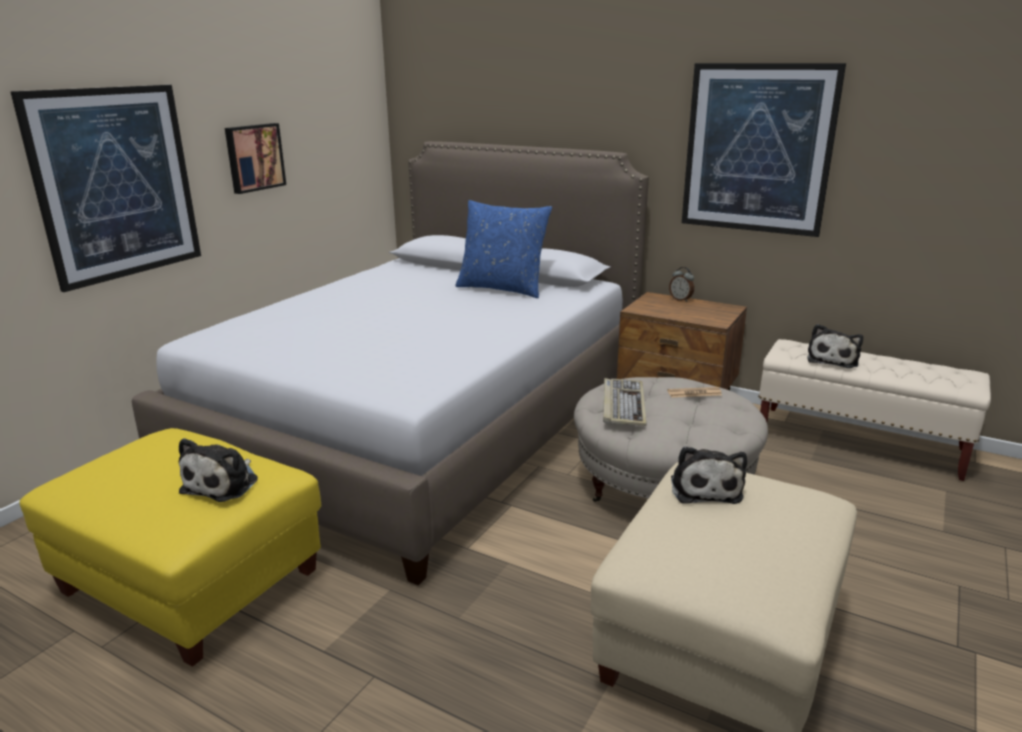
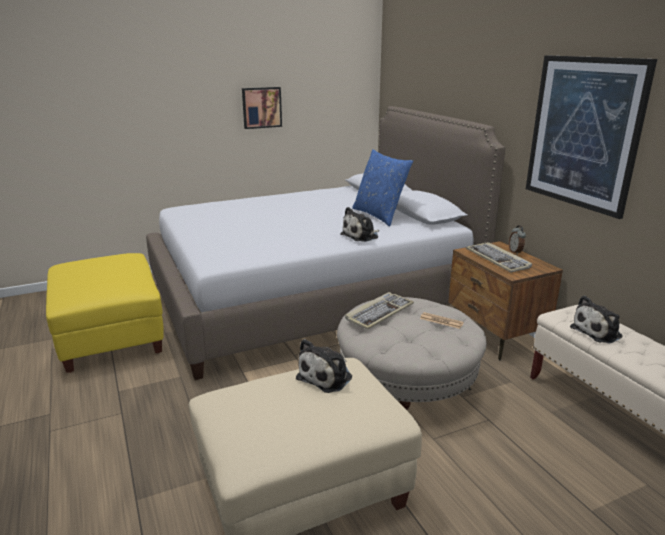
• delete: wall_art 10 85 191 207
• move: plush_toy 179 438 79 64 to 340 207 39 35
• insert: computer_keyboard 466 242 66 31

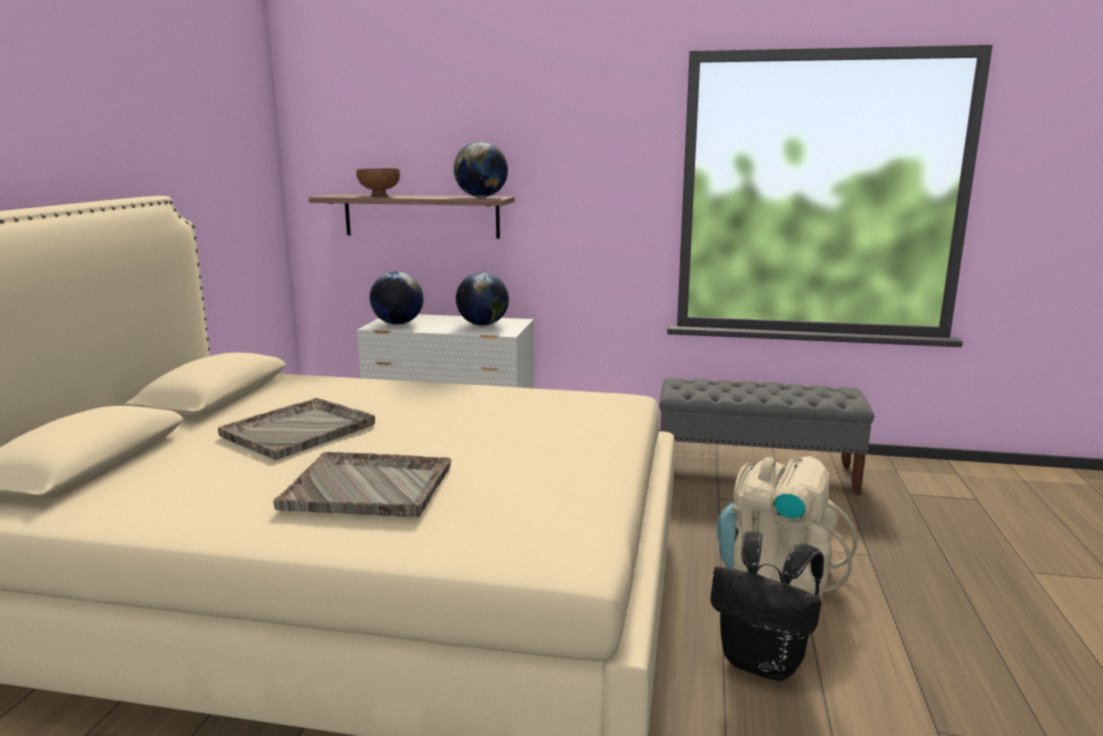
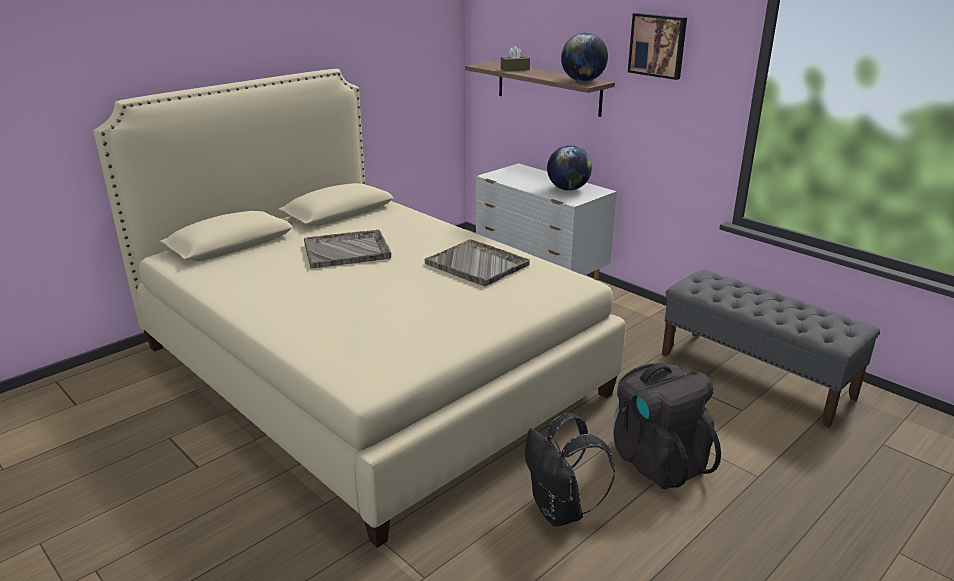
• replace: brown-coloured_bowl 357 169 43 28 to brown-coloured_box_of_tissues 501 46 29 25
• delete: globe 370 271 54 54
• move: grey_serving_tray 273 452 178 65 to 424 239 106 47
• recolor: beige_rucksack 717 456 140 141 to blackish_rucksack 613 363 108 126
• insert: wall_art 628 13 59 67

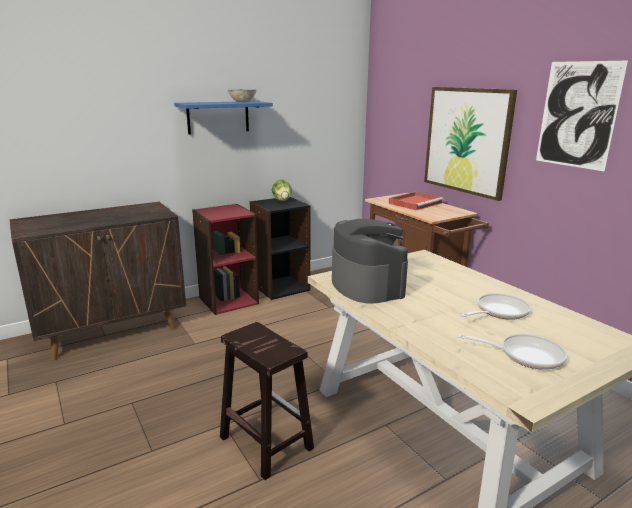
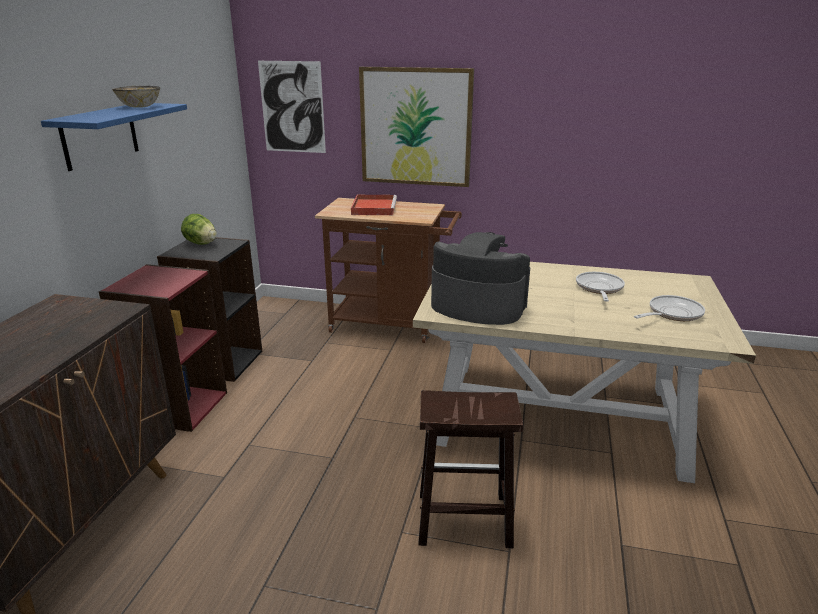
• move: wall_art 536 61 92 111 to 258 61 68 92

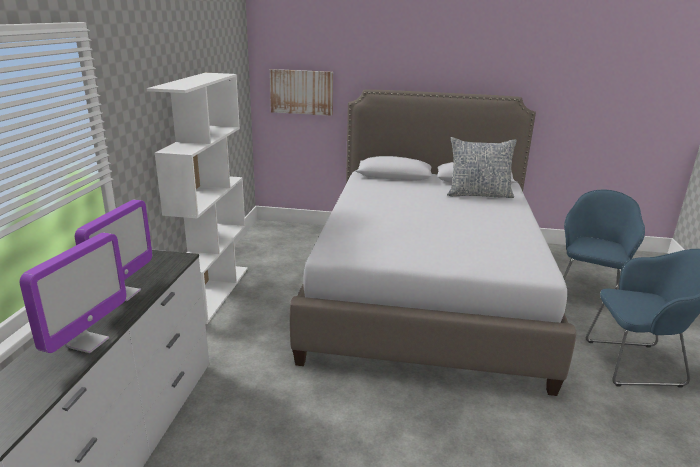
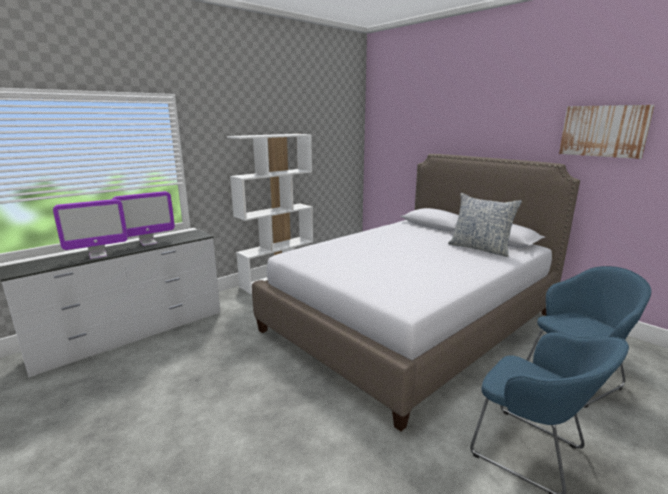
• move: wall_art 270 69 63 47 to 559 105 96 54

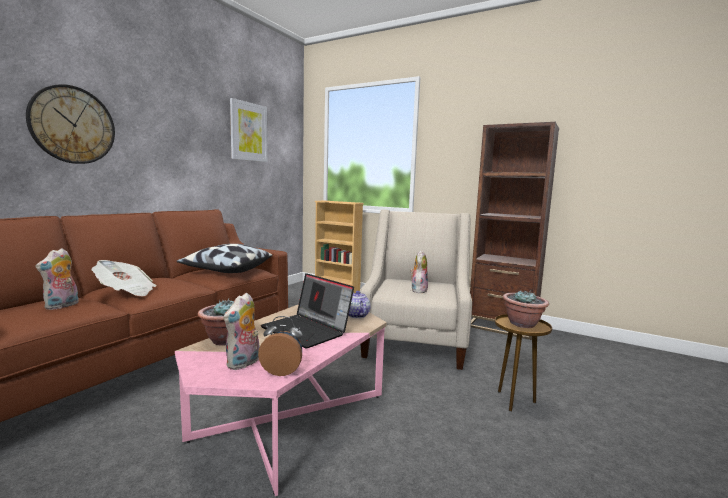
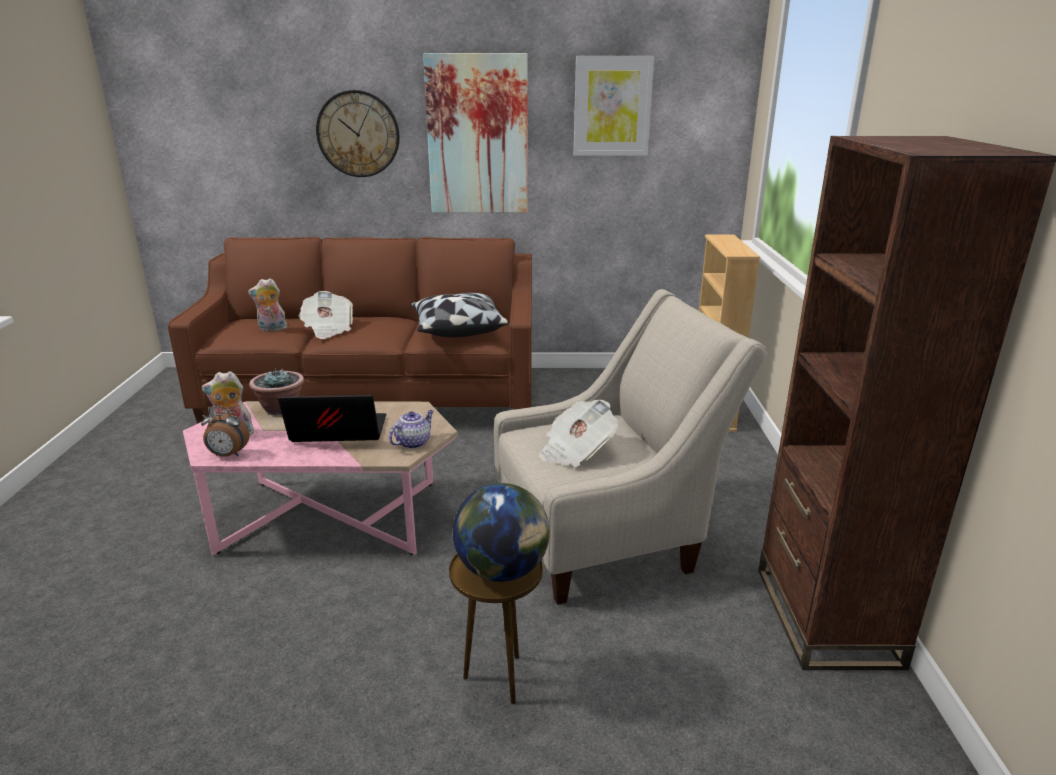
• replace: plush_toy 410 250 18 43 to newspaper 538 400 80 67
• rotate: notebook_computer 260 273 94 75 = 278 395 108 47 75 degrees clockwise
• replace: potted_plant 503 290 46 38 to globe 453 483 97 99
• rotate: bedside_clock 258 316 45 60 = 201 406 48 51 120 degrees clockwise
• insert: wall_art 423 53 104 160

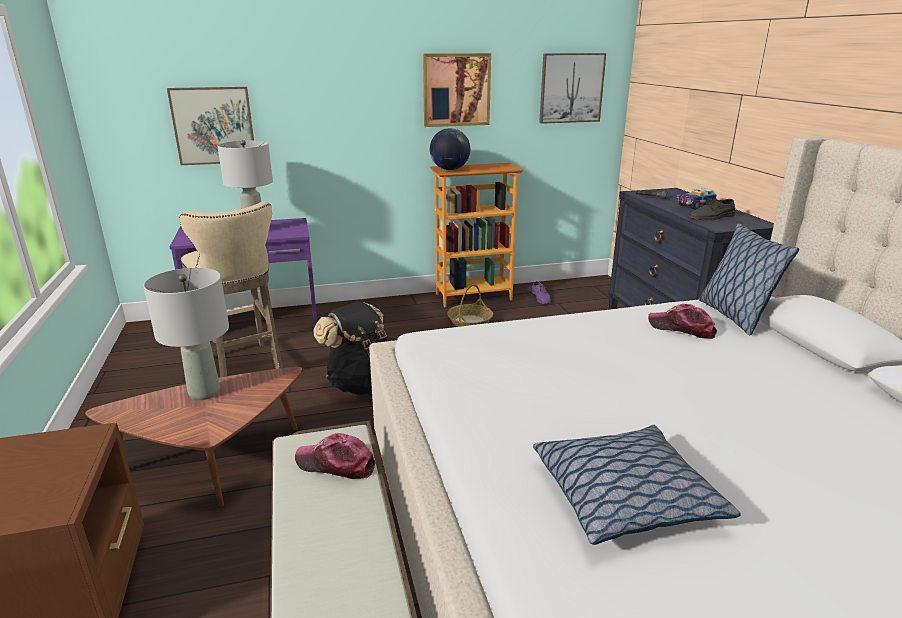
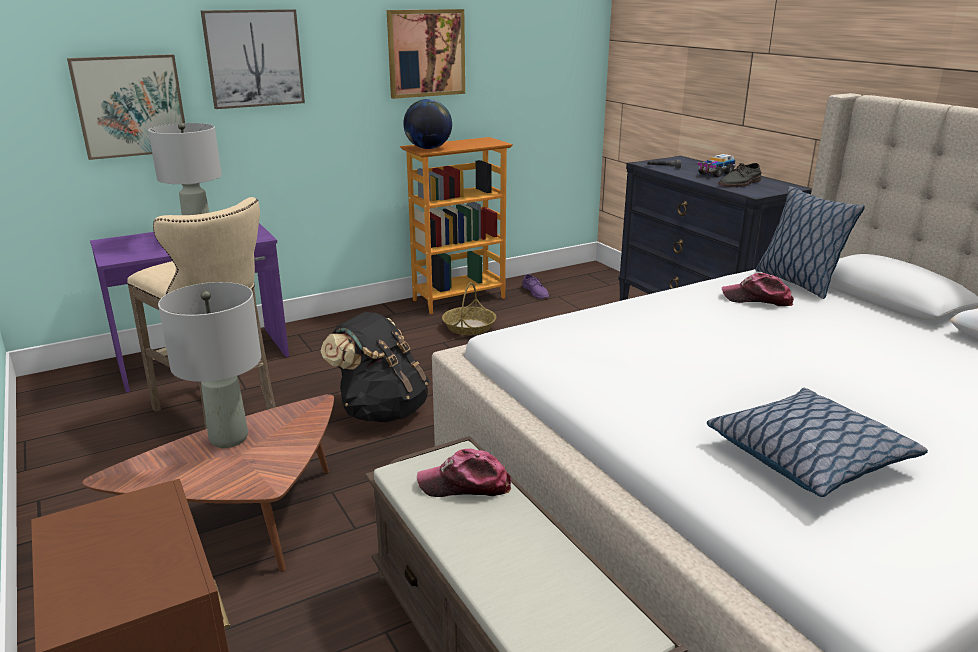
• move: wall_art 539 53 67 71 to 201 9 104 100

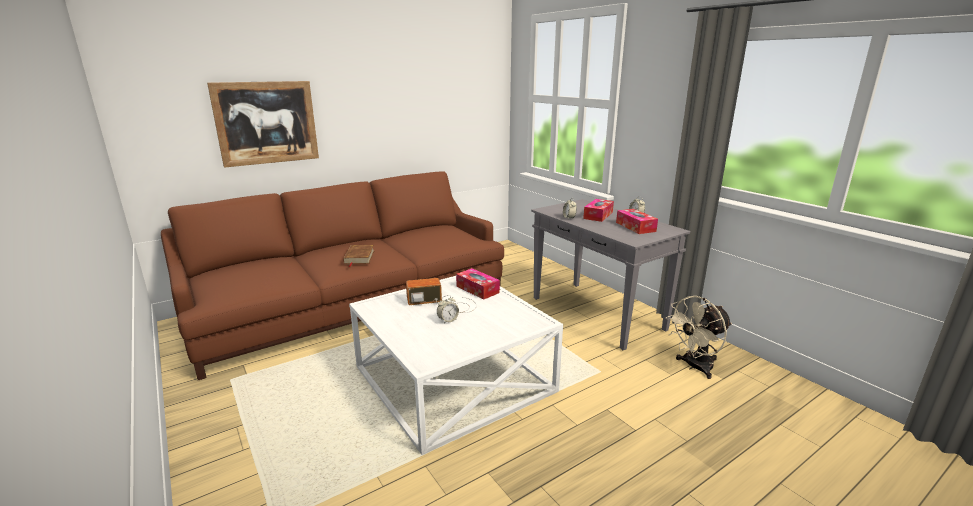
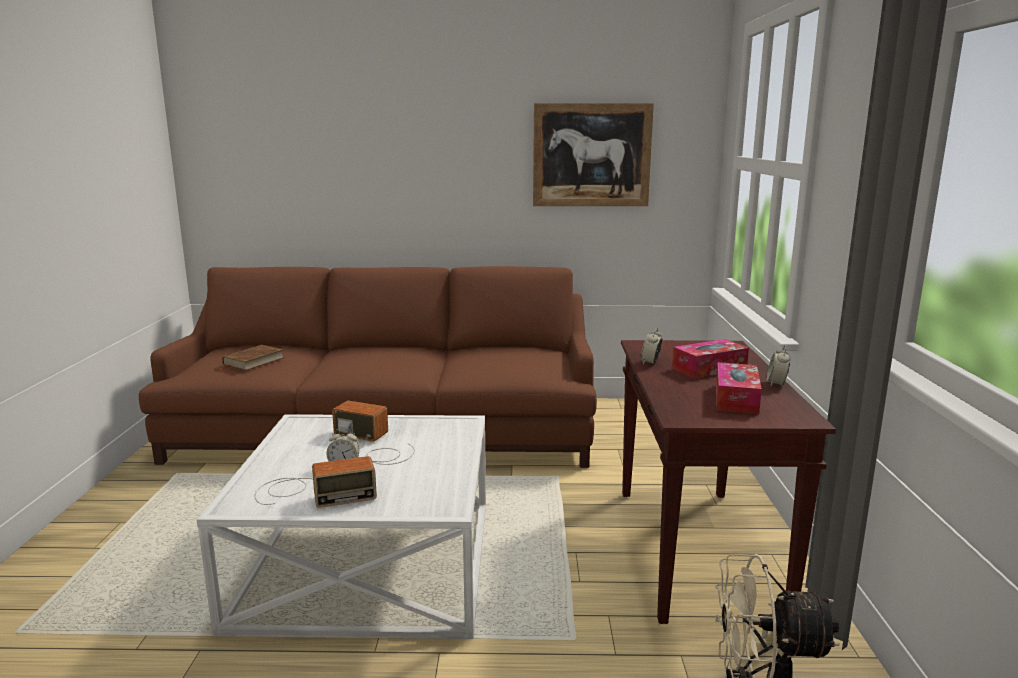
• move: wall_art 207 81 112 87 to 533 103 121 103
• recolor: grey_narrow_table 531 199 159 151 to brown-coloured_narrow_table 621 340 215 284
• move: brown-coloured_bound_book 343 245 32 22 to 221 345 63 26
• delete: box_of_tissues 456 268 44 32
• insert: radio_receiver 255 456 122 52

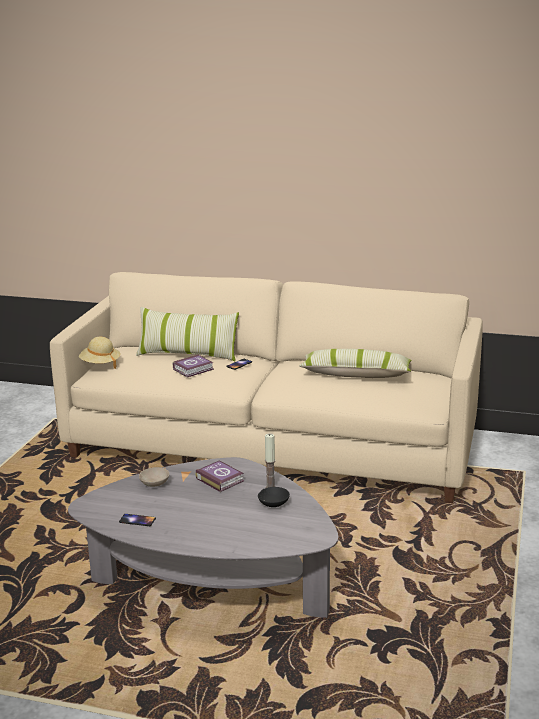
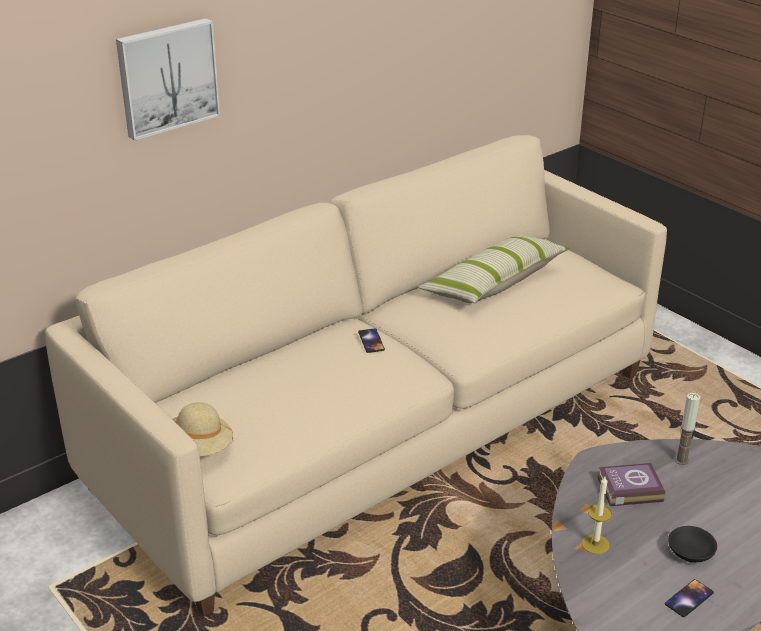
• delete: cushion 136 307 103 54
• delete: bound_book 173 354 41 24
• replace: beige_bowl 139 467 31 20 to wax_candle 582 477 30 77
• move: blackish_bowl 258 487 32 20 to 668 526 49 37
• insert: wall_art 116 18 104 123

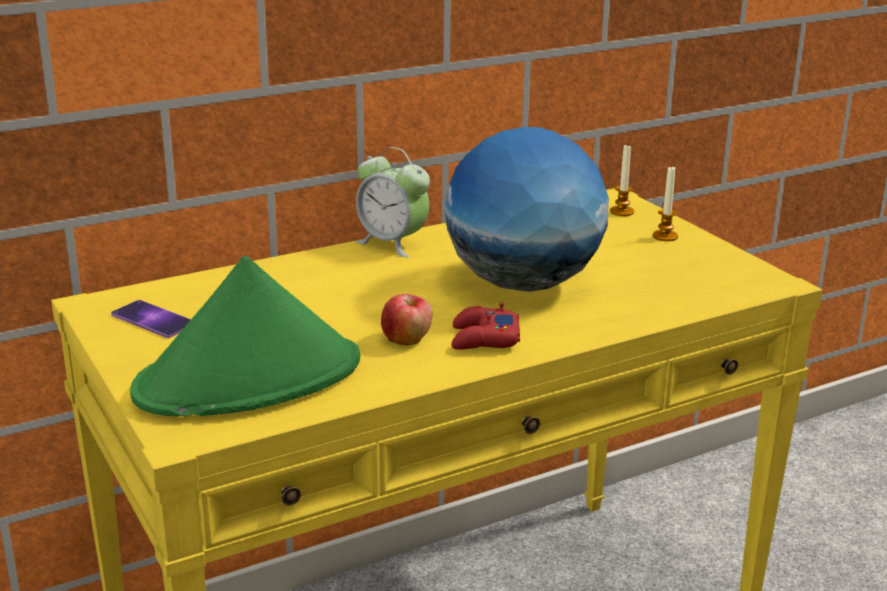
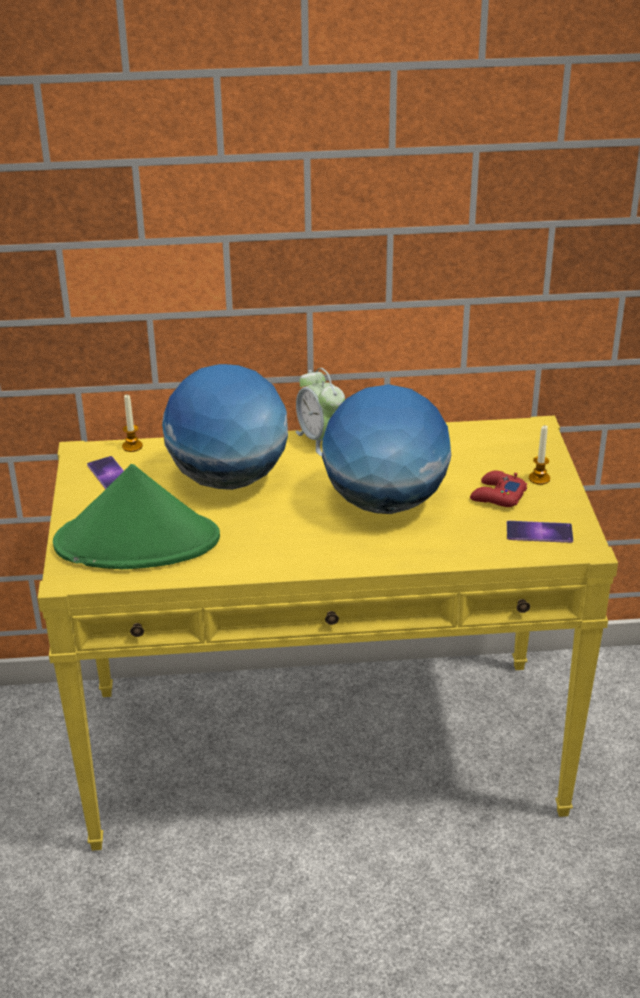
• move: wax_candle 610 143 24 73 to 122 395 21 57
• delete: apple_fruit 381 294 51 51
• move: reddish_gamepad 452 302 68 48 to 470 471 57 36
• insert: globe 162 364 126 126
• insert: telephone 507 521 66 22

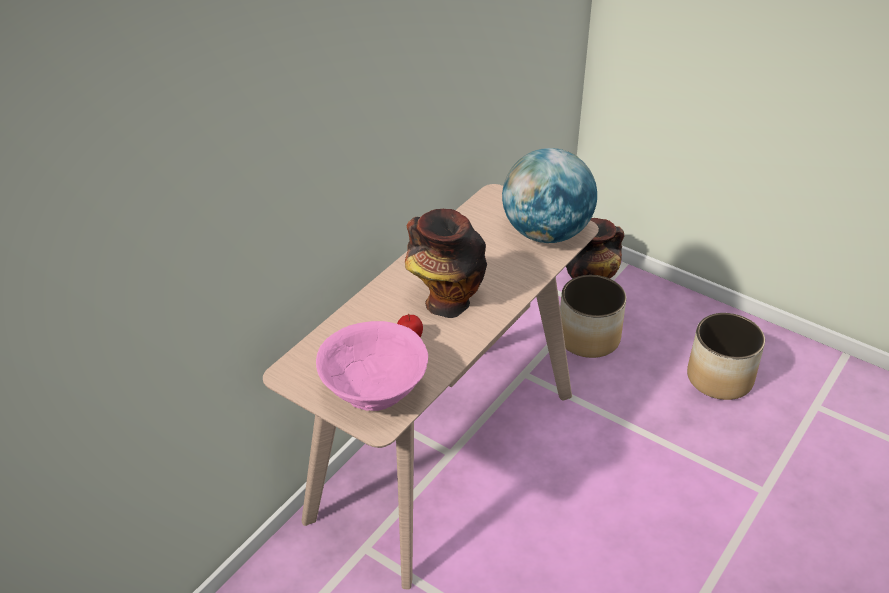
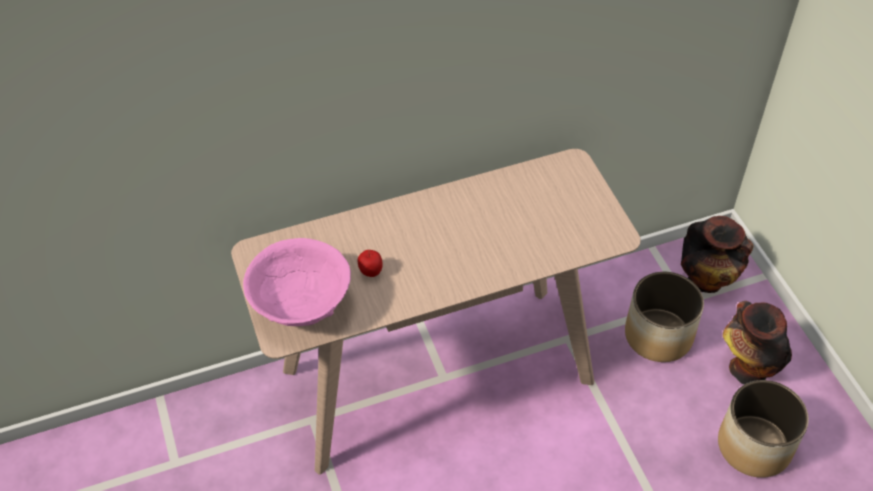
• delete: globe 502 148 95 95
• move: decorative_vase 405 209 82 109 to 723 301 69 84

